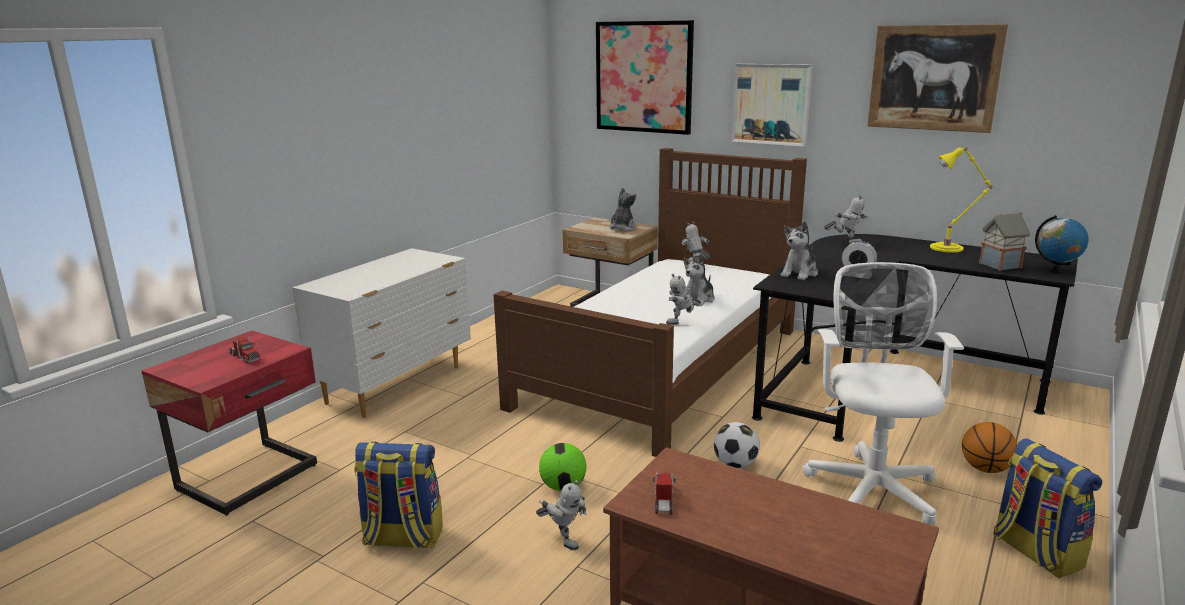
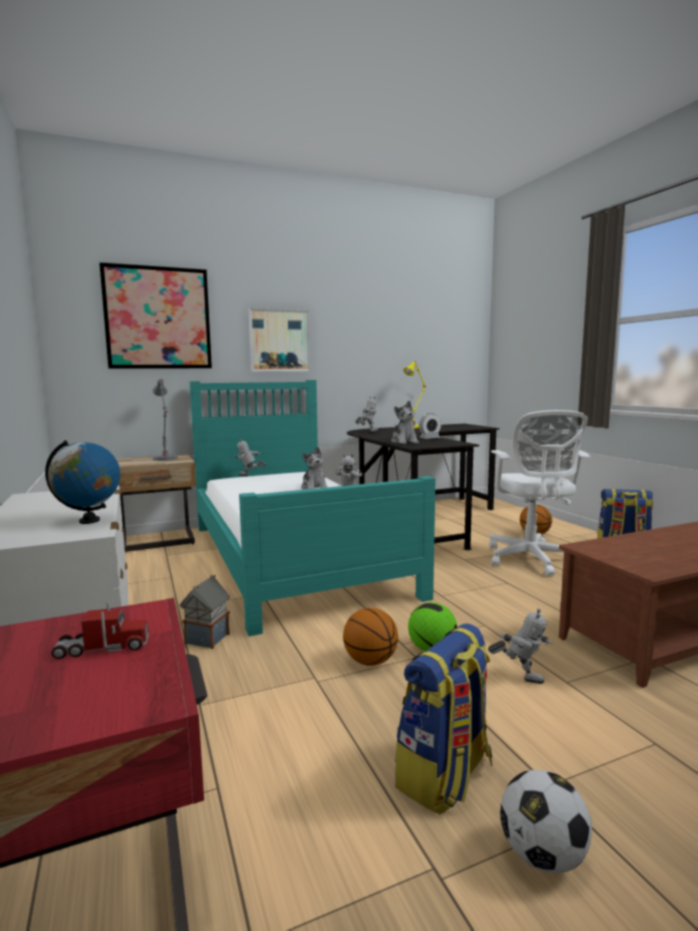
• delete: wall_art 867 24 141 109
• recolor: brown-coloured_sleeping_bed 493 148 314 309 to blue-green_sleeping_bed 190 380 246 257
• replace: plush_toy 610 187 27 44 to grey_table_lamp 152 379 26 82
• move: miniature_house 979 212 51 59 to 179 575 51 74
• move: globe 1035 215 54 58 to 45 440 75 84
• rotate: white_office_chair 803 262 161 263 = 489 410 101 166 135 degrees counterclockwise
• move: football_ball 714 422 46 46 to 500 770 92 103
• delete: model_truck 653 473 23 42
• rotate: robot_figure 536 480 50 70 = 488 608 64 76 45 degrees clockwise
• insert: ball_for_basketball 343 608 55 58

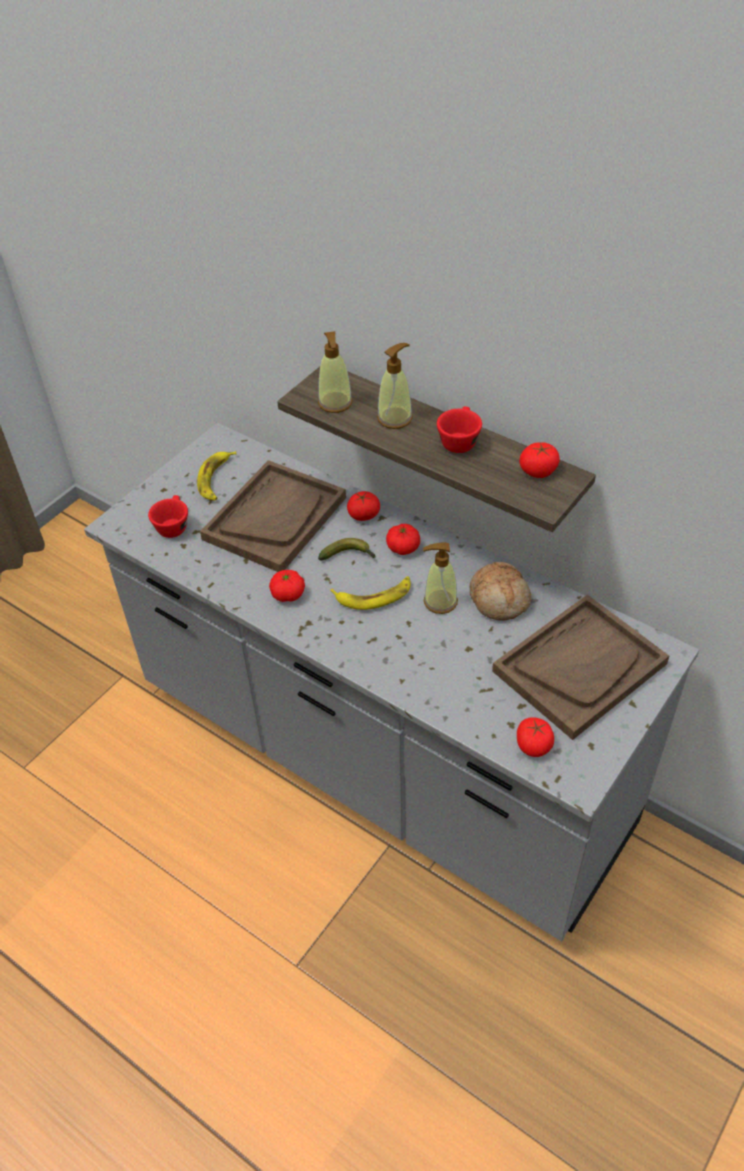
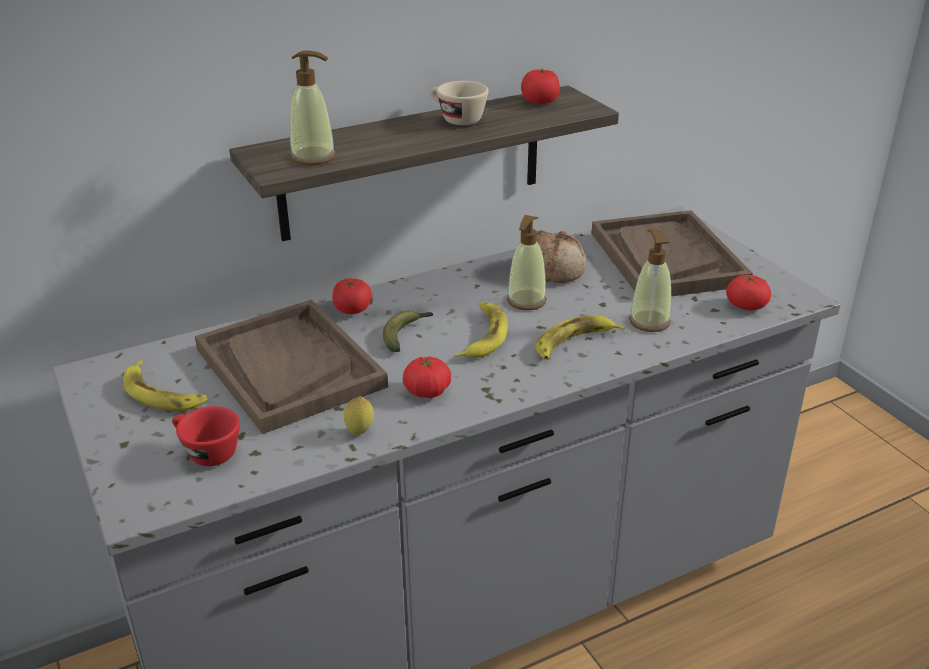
• move: soap_dispenser 377 343 36 86 to 629 229 42 103
• recolor: reddish_drinking_cup 437 406 45 47 to beige_drinking_cup 430 81 59 44
• delete: tomato 386 524 34 31
• insert: banana 535 315 90 44
• insert: lemon 344 396 30 39

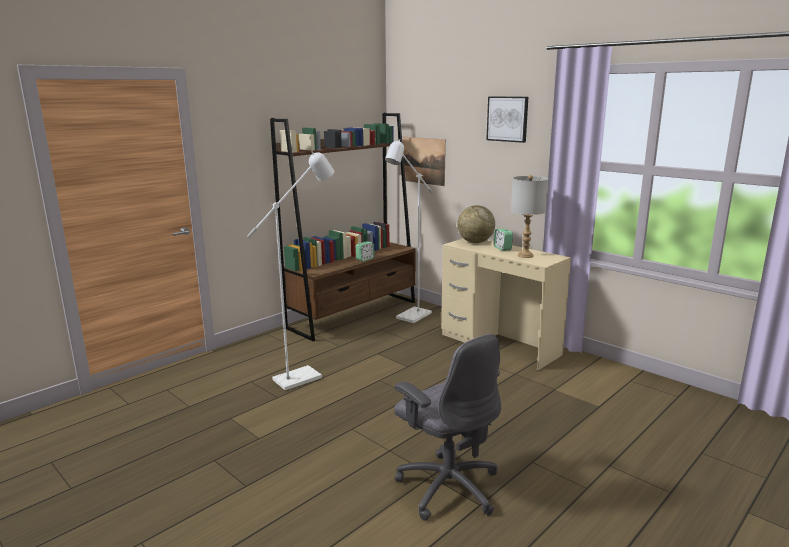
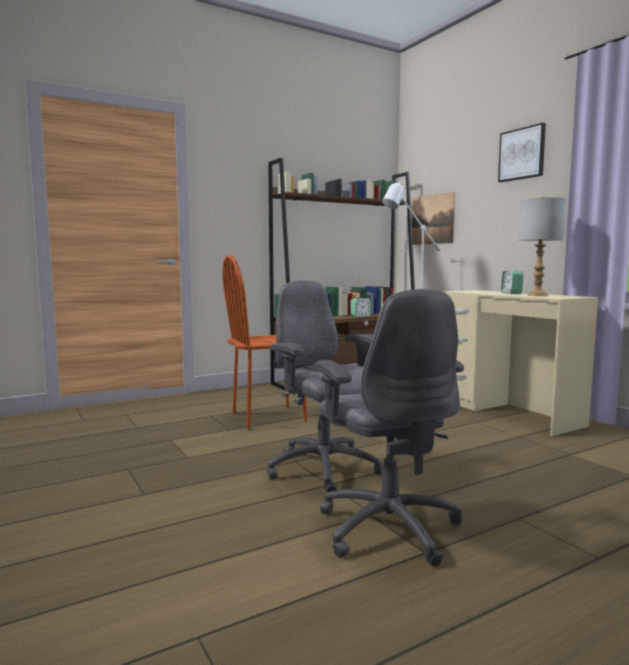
• replace: white_floor_lamp 247 151 87 239 to brown-coloured_upright_chair 223 255 84 174
• delete: globe 457 205 38 38
• insert: grey_office_chair 267 280 116 213

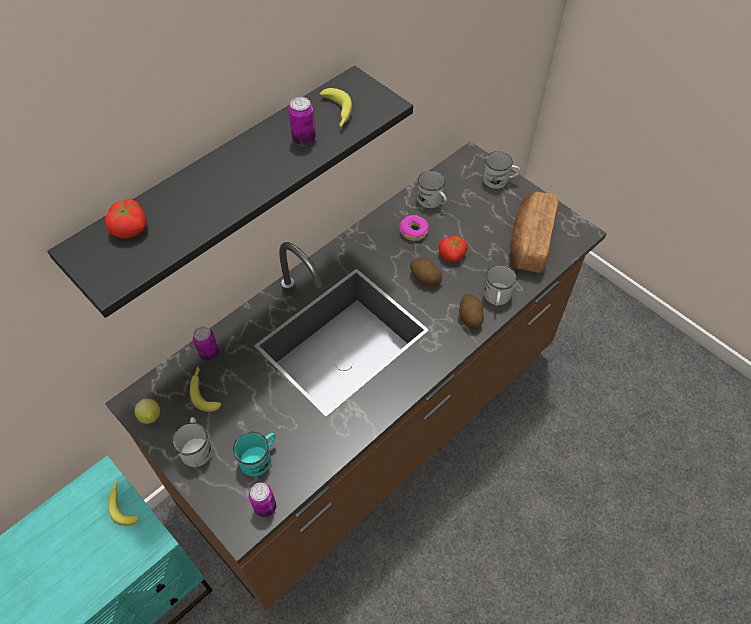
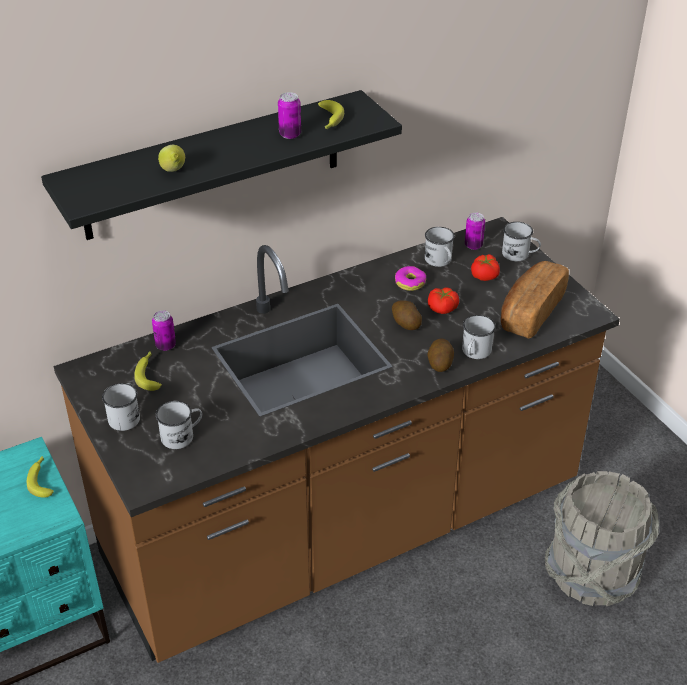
• move: tomato 105 199 41 40 to 471 254 29 27
• move: lemon 134 399 26 25 to 158 145 27 27
• recolor: blue-green_tea_mug 233 432 43 44 to white_tea_mug 156 401 47 48
• move: metal_can 249 483 27 34 to 465 212 20 38
• insert: grey_pail 545 471 114 135

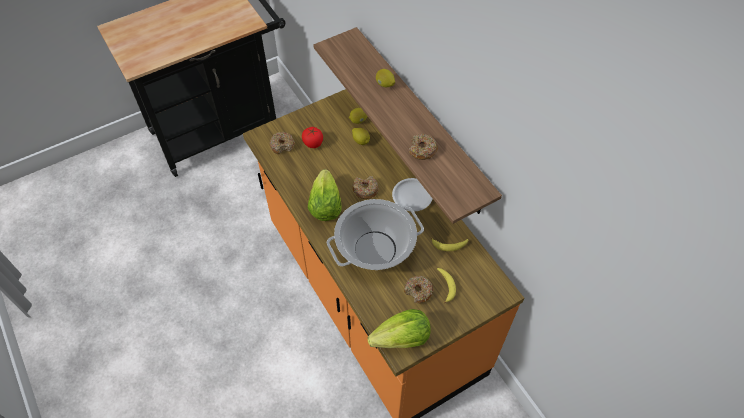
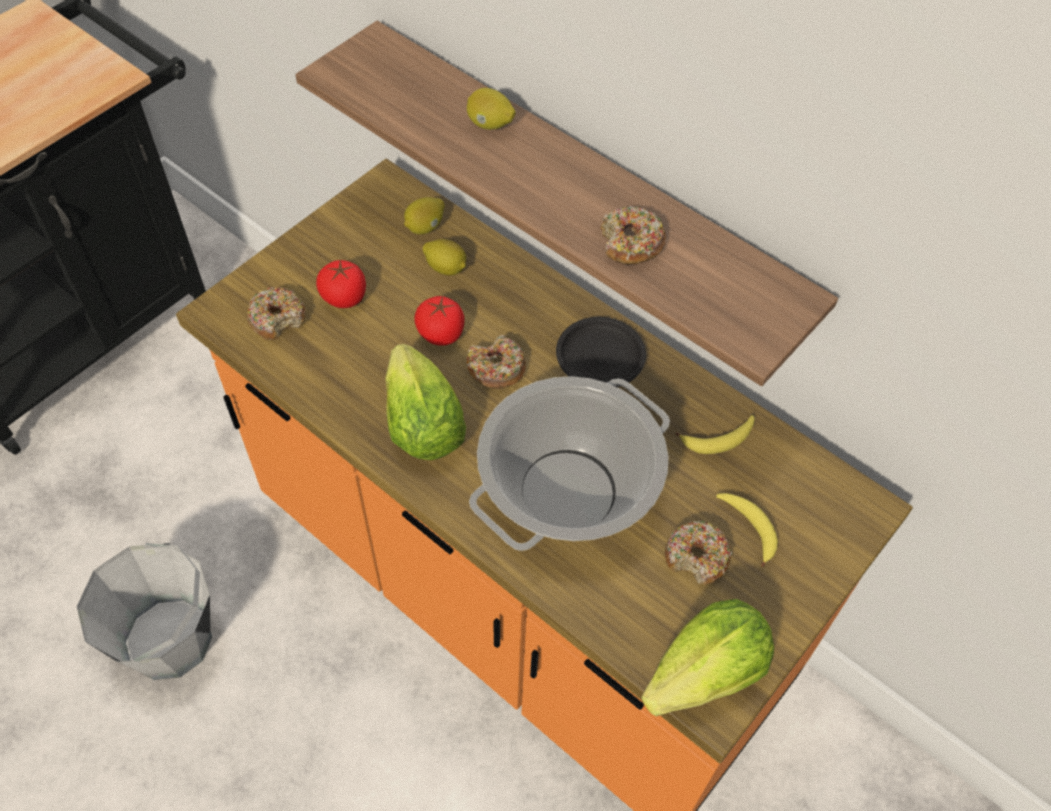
• recolor: white_dinner_plate 392 178 41 33 to blackish_dinner_plate 556 317 90 70
• insert: tomato 415 296 50 50
• insert: grey_pail 77 543 135 137

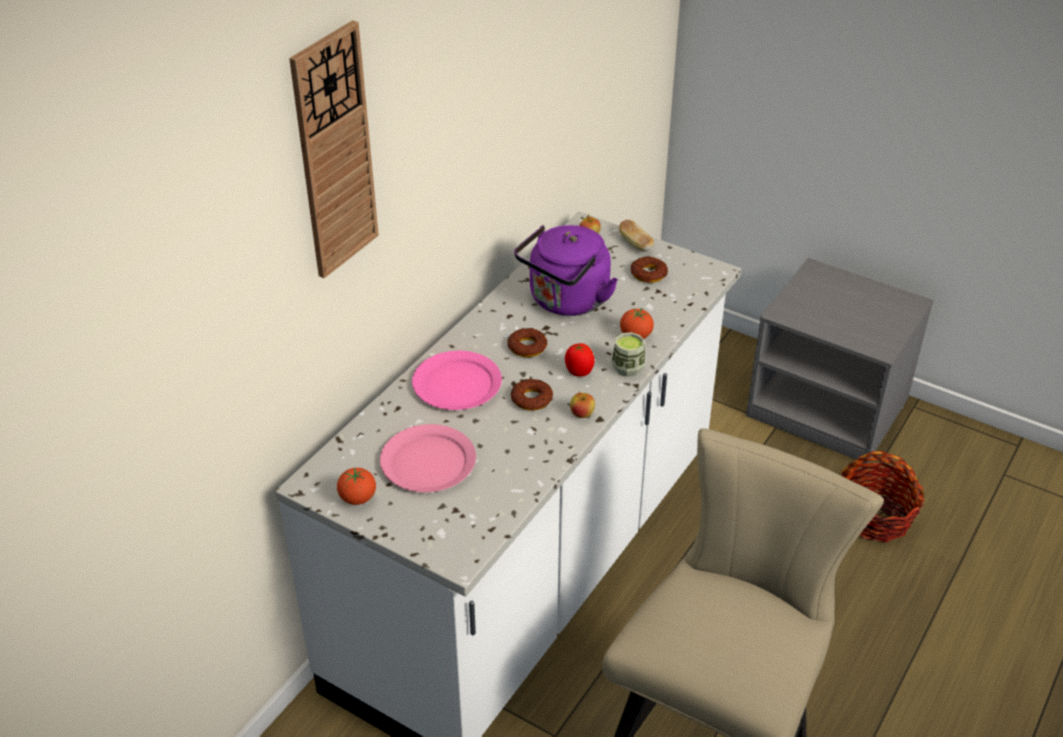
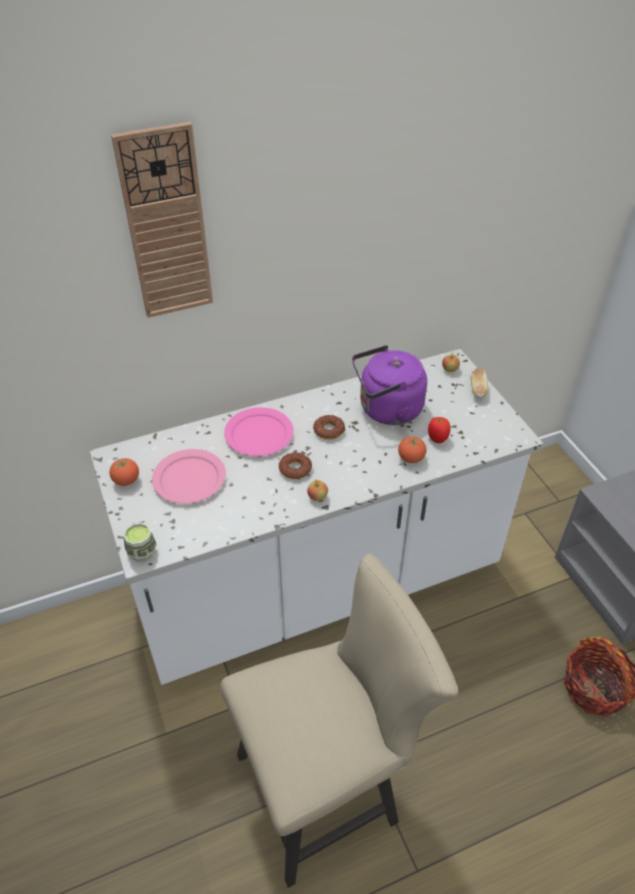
• delete: ring_doughnut 631 256 37 27
• move: drinking_cup 612 332 33 45 to 123 522 34 40
• move: tomato 565 343 30 34 to 428 417 22 26

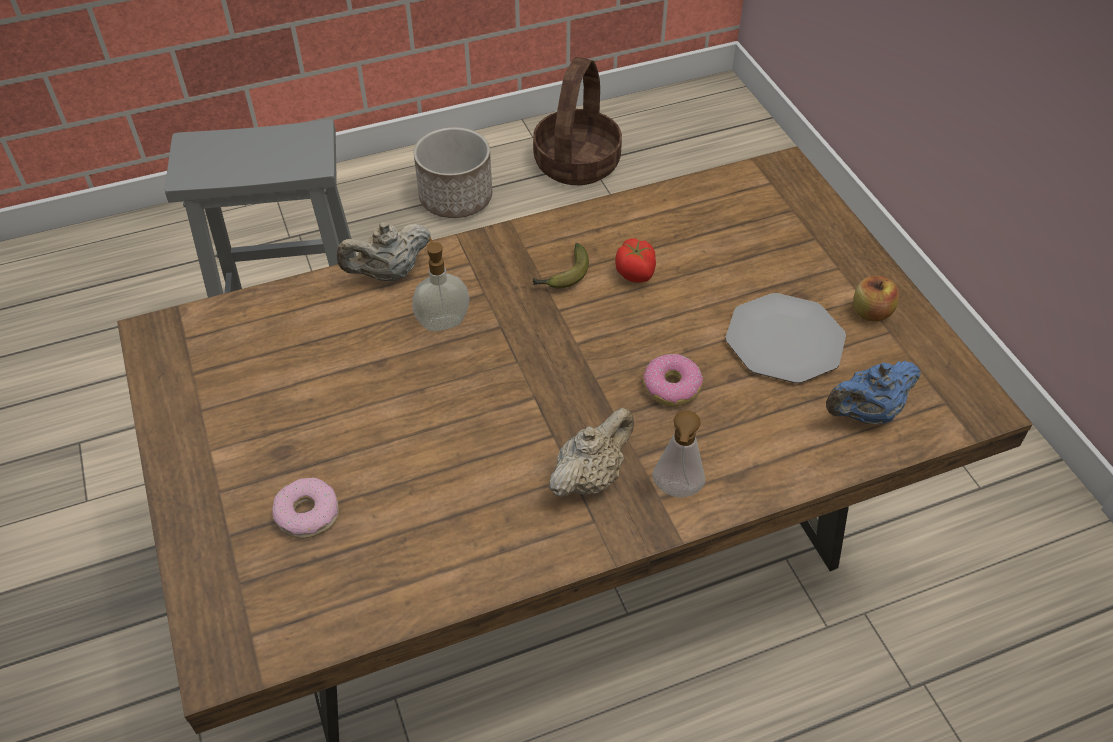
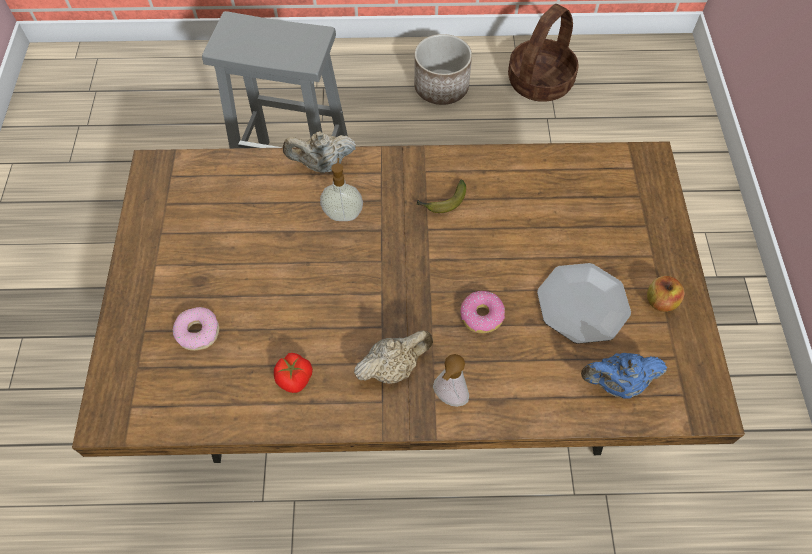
• move: tomato 615 238 41 45 to 274 353 39 40

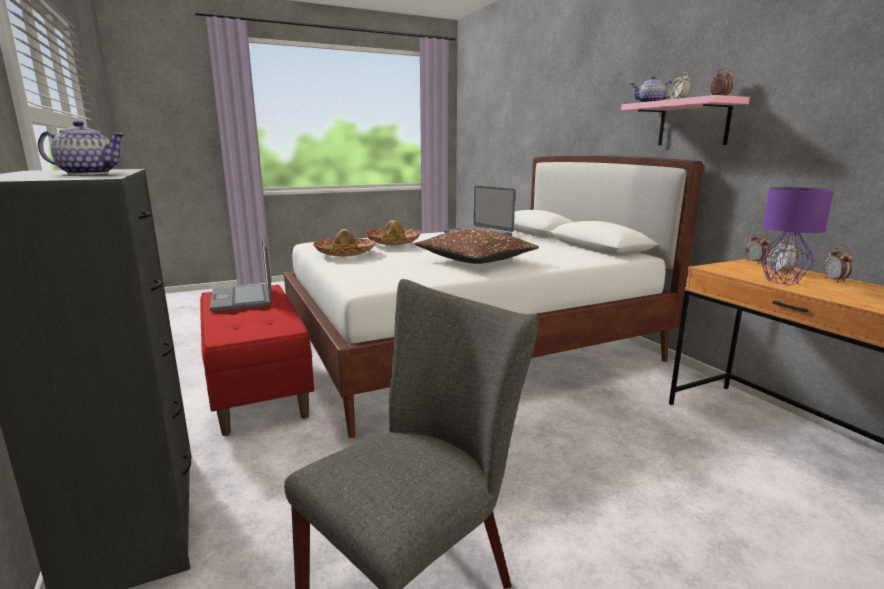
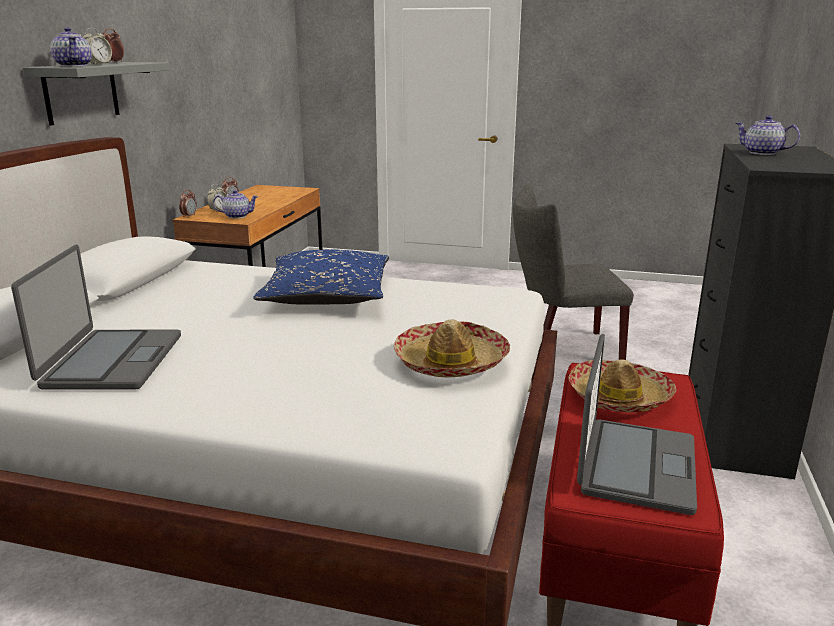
• recolor: pink_wall_shelf 621 95 129 50 to grey_wall_shelf 23 62 147 64
• delete: purplish_table_lamp 760 187 74 98
• move: clothing_hat 365 220 56 25 to 569 359 107 54
• recolor: brown-coloured_cushion 415 229 124 35 to blue-coloured_cushion 253 250 136 54
• insert: teapot 213 190 46 29

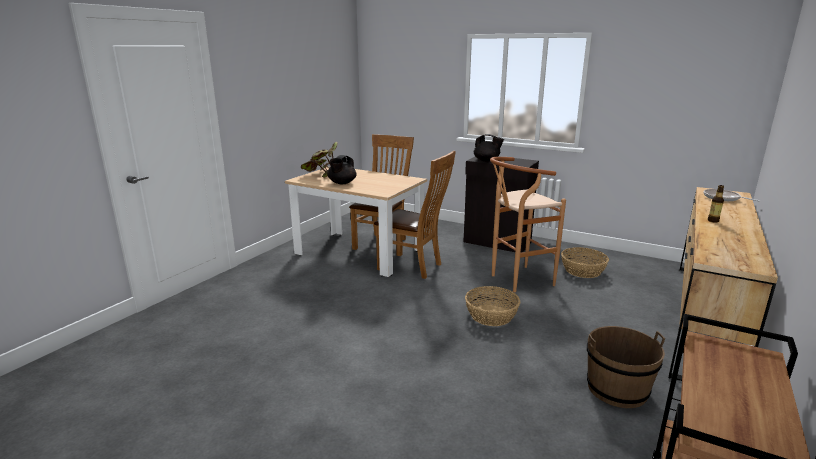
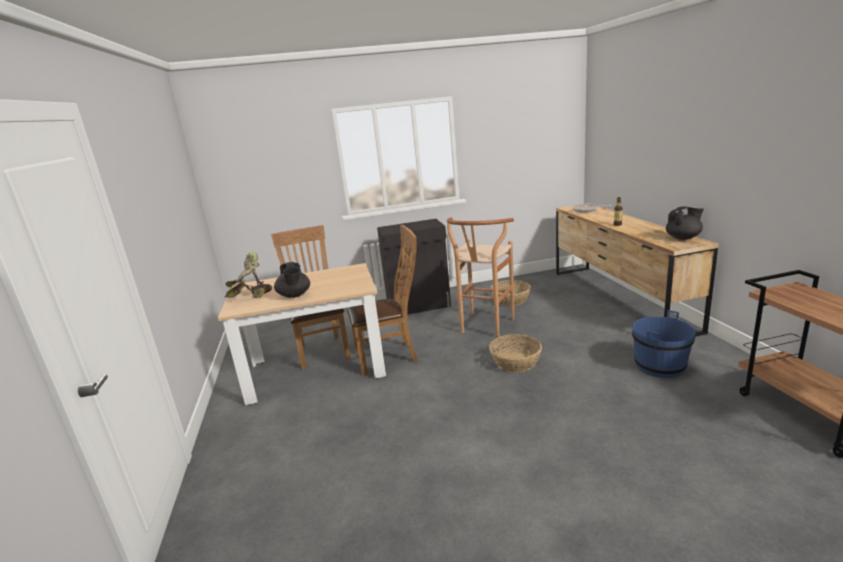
• move: blackish_teapot 474 134 30 28 to 666 206 38 34
• recolor: brown-coloured_pail 587 326 78 82 to blue-coloured_pail 632 310 64 68

